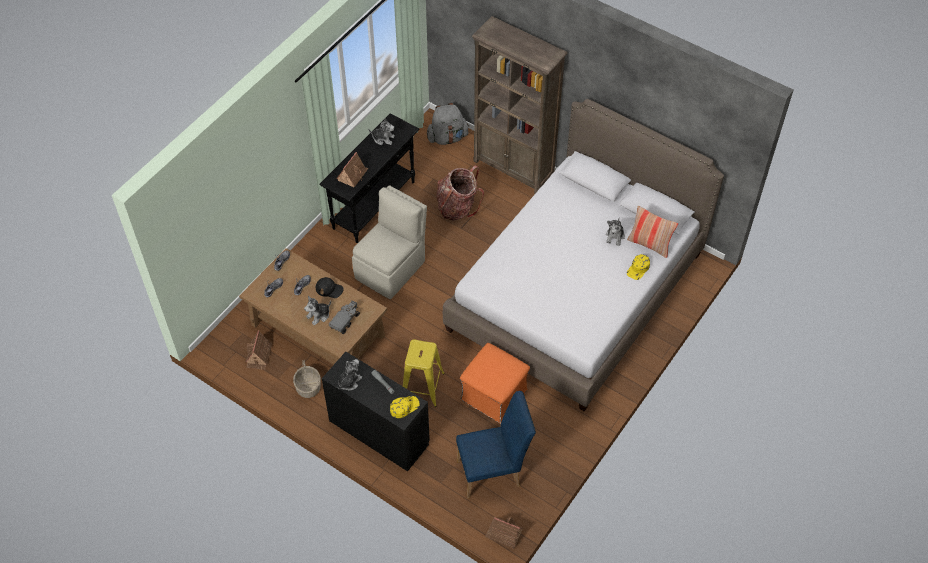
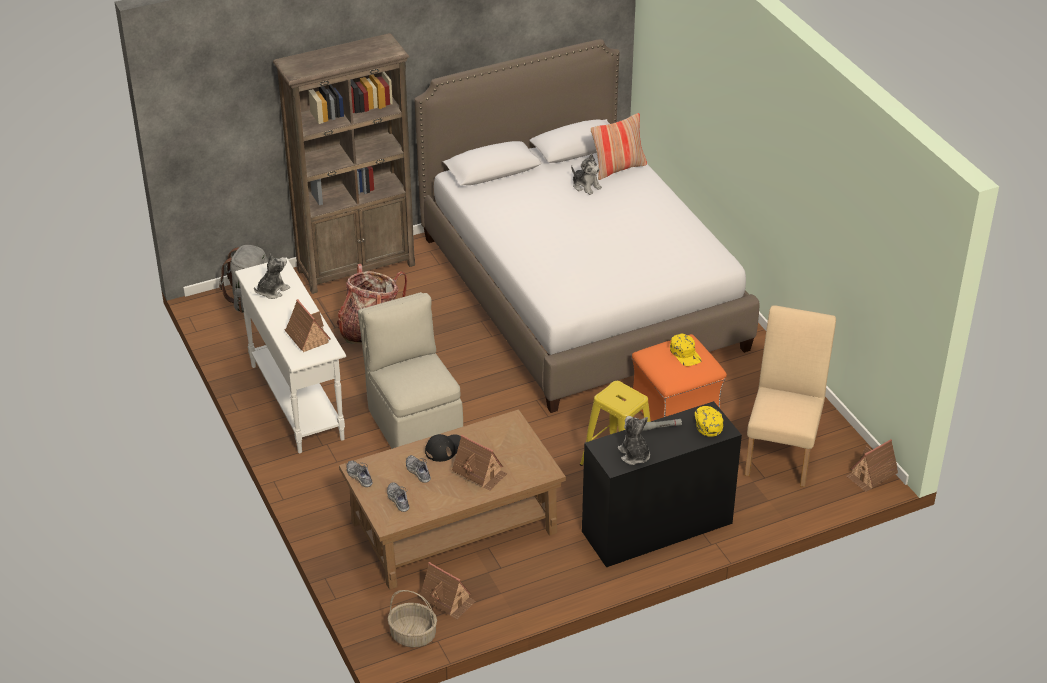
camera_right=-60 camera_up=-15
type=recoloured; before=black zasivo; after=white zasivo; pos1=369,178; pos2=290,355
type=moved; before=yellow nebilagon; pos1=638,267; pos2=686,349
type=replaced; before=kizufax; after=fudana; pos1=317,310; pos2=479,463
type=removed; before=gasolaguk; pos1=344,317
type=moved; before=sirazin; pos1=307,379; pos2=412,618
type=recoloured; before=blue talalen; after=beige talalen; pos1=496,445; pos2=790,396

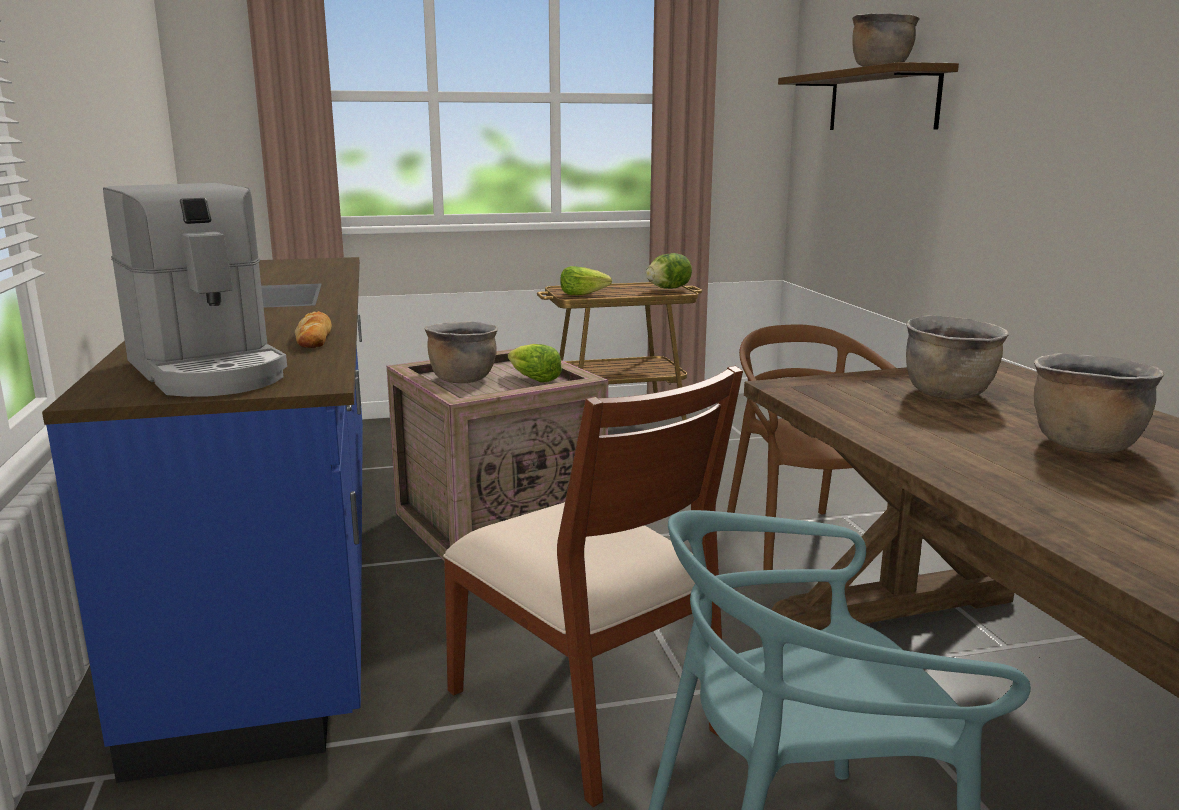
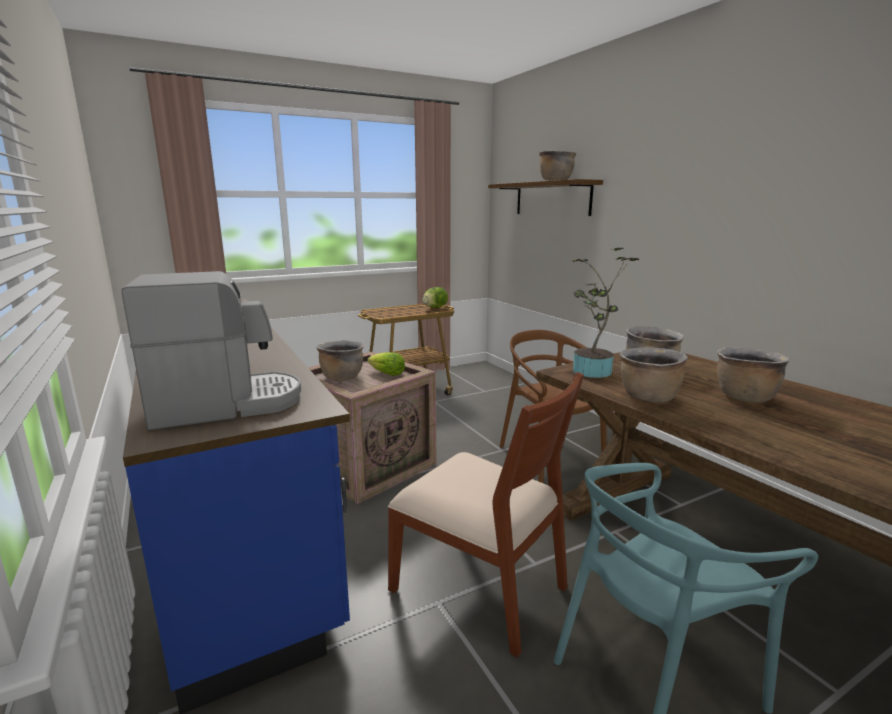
camera_right=-15 camera_up=0
type=turned; before=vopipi; pos1=195,290; pos2=211,350; turn=-60
type=removed; before=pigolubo; pos1=586,280
type=removed; before=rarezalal; pos1=313,329
type=added; after=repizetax; pos2=605,312
type=added; after=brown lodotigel; pos2=654,375

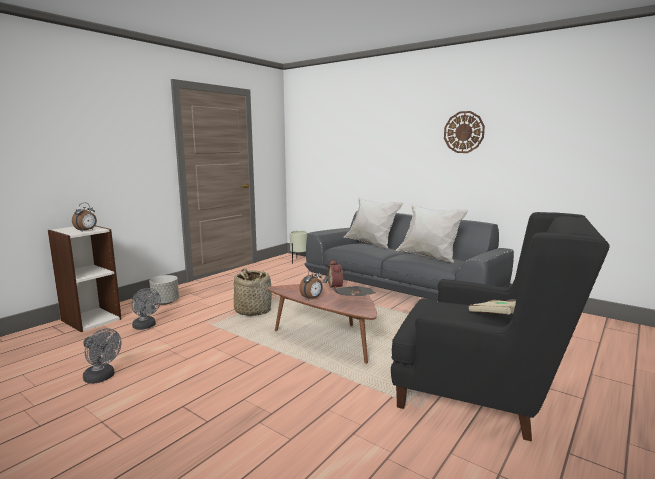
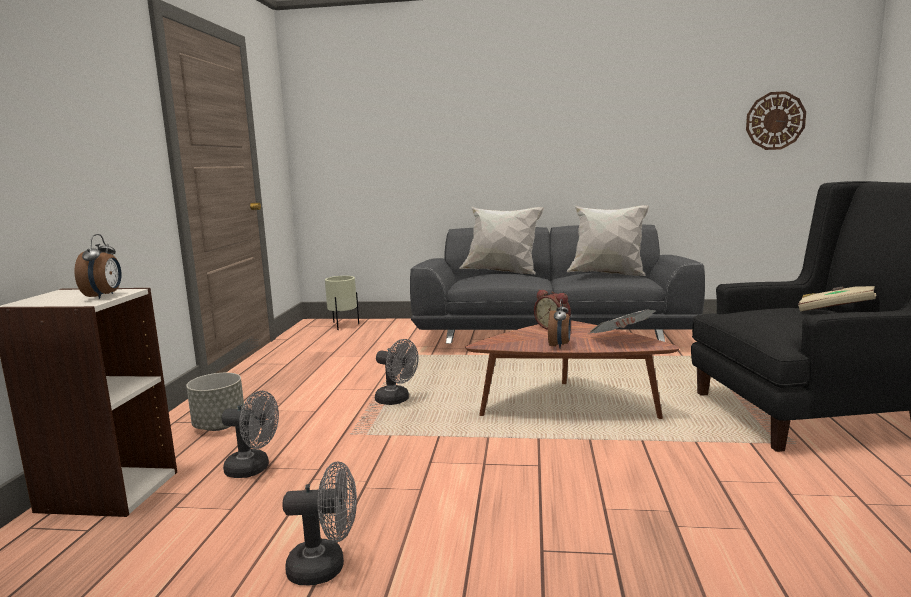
camera_right=-30 camera_up=0
type=moved; before=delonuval; pos1=464,132; pos2=776,120
type=replaced; before=sirazin; after=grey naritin; pos1=253,292; pos2=397,372

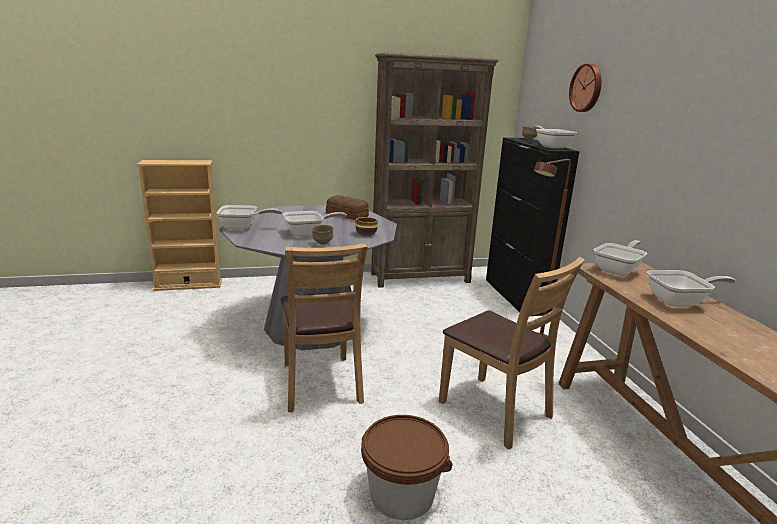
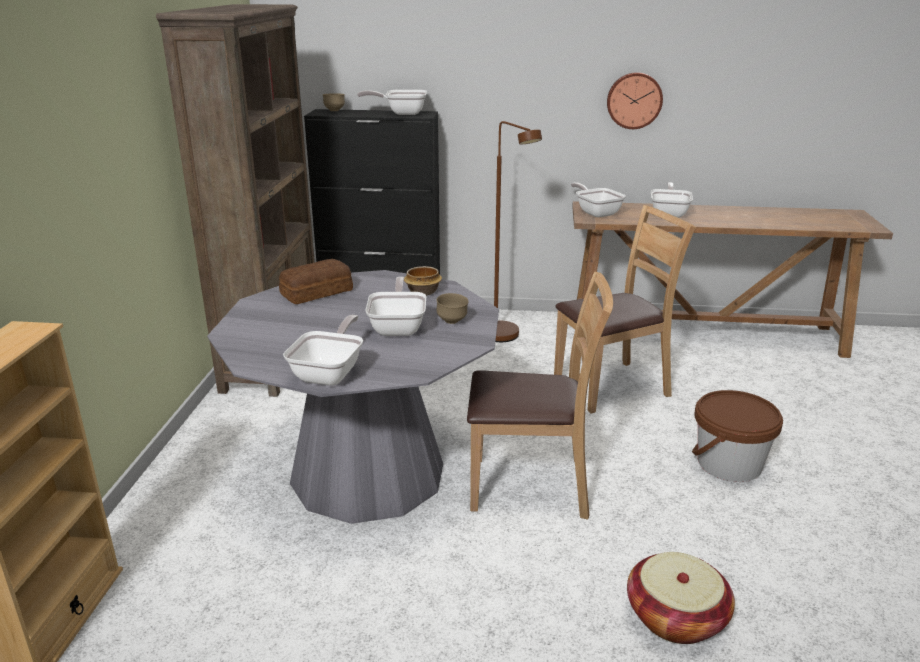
camera_right=-70 camera_up=5
type=moved; before=delonuval; pos1=585,88; pos2=635,100
type=added; after=sirazin; pos2=681,598

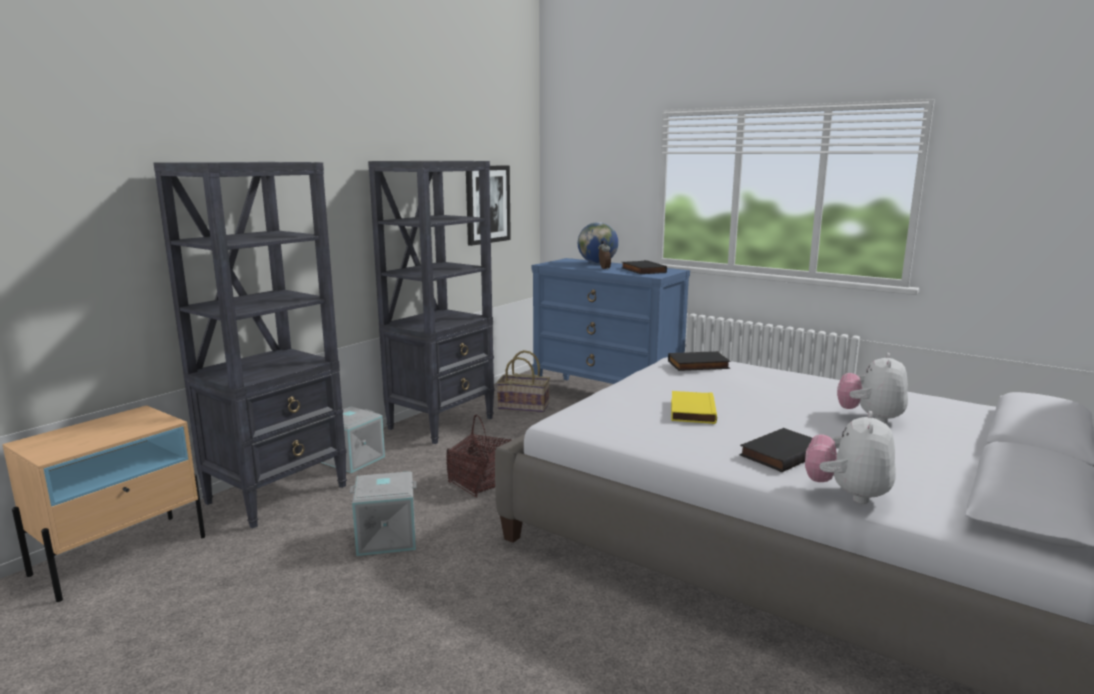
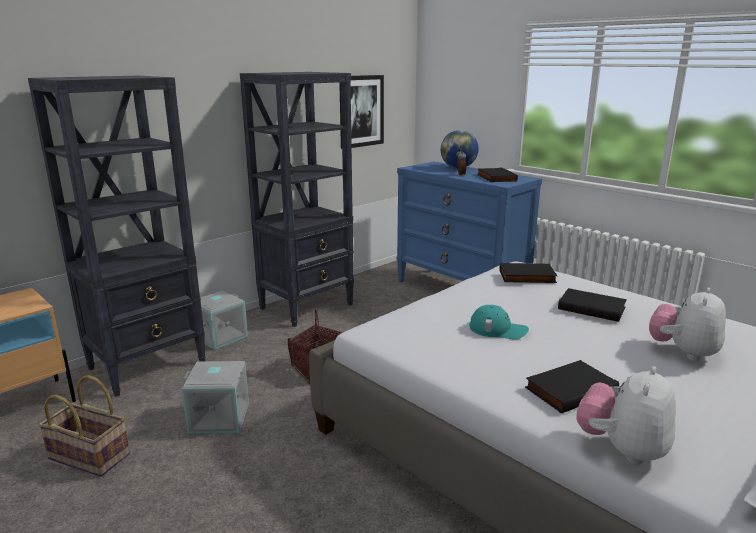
camera_right=10 camera_up=5
type=moved; before=sirazin; pos1=523,381; pos2=84,426
type=replaced; before=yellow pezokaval; after=turquoise nebilagon; pos1=694,407; pos2=499,322
type=added; after=black pezokaval; pos2=592,305

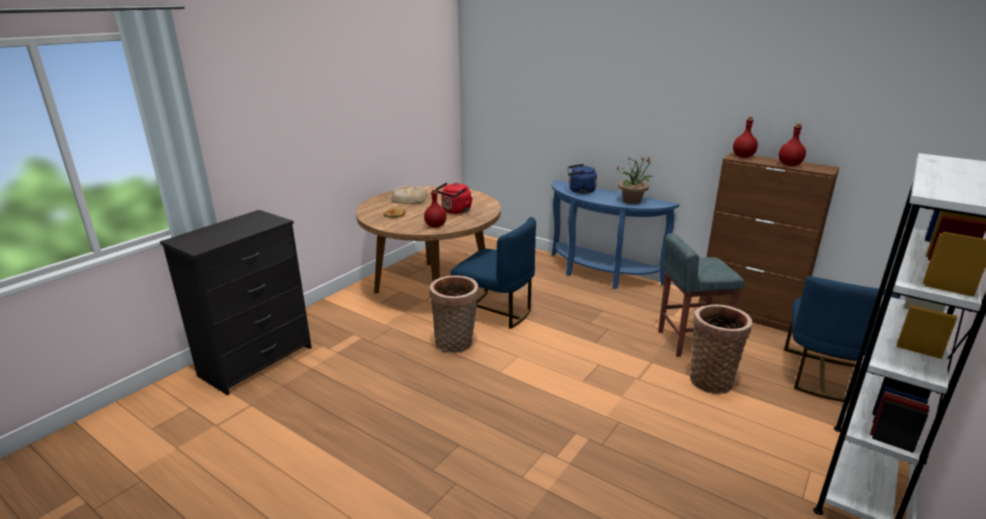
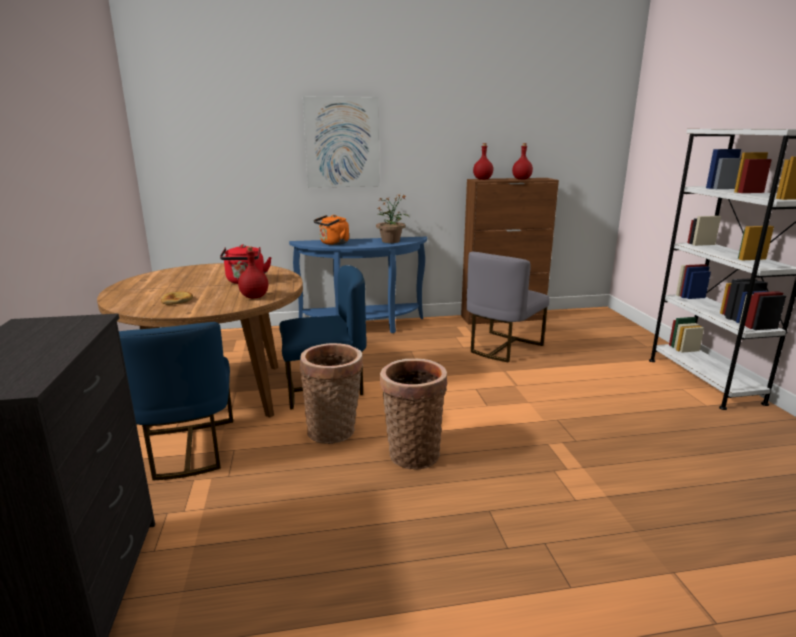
camera_right=-45 camera_up=-5
type=recoloured; before=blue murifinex; after=orange murifinex; pos1=582,179; pos2=331,230
type=removed; before=rarezalal; pos1=410,195
type=replaced; before=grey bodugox; after=grey talalen; pos1=701,295; pos2=508,307
type=moved; before=blue talalen; pos1=842,339; pos2=176,401
type=moved; before=sirazin; pos1=721,349; pos2=413,414
type=added; after=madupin; pos2=341,142

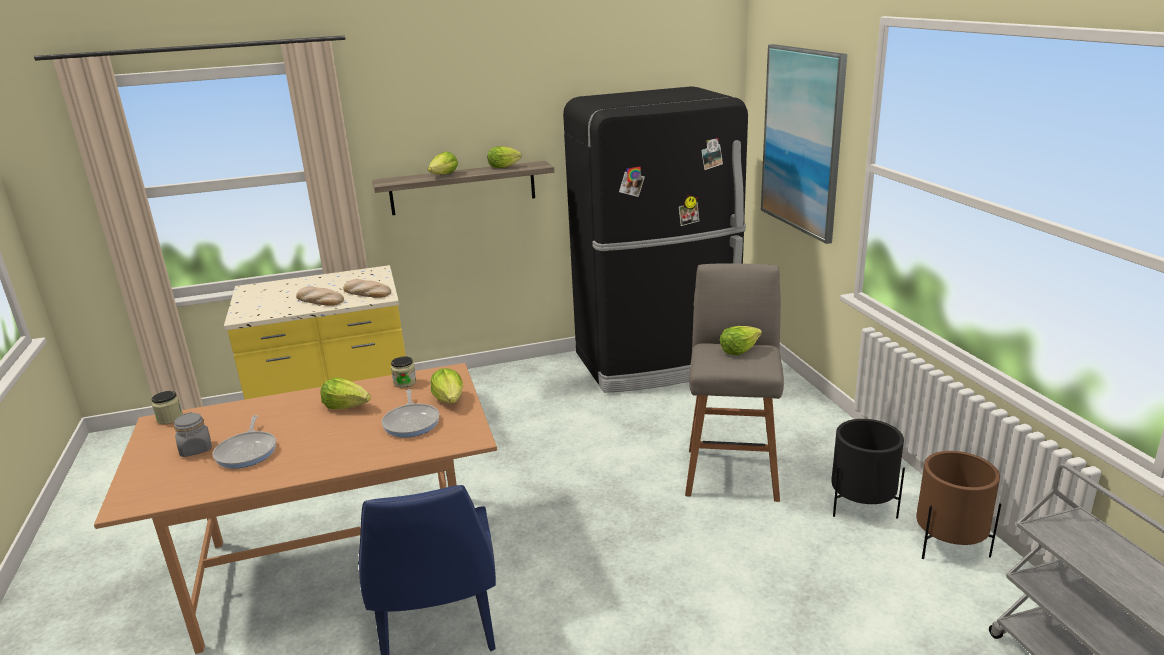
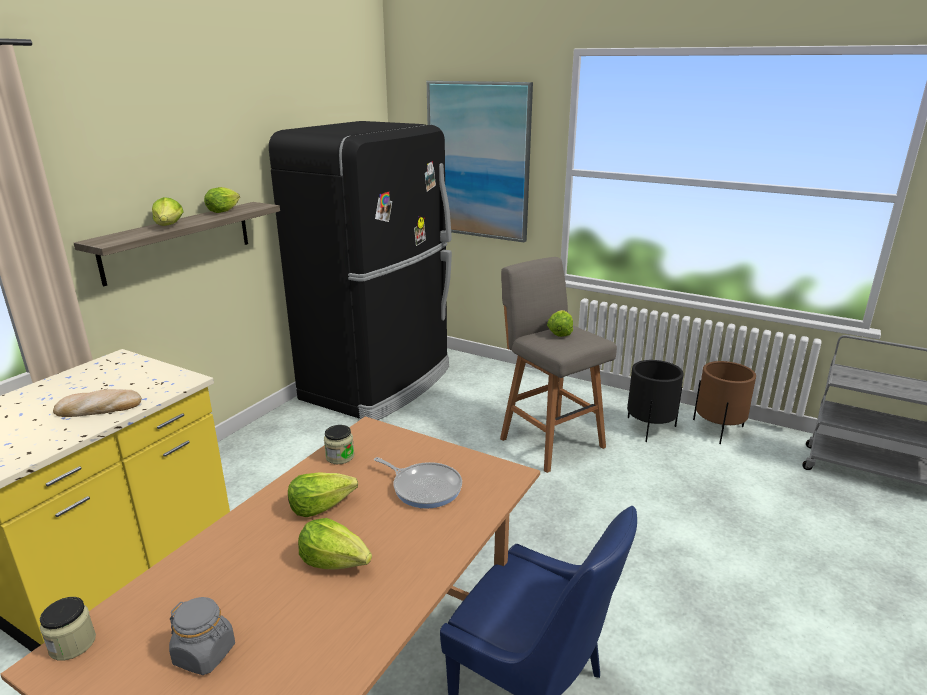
camera_right=-45 camera_up=0
type=removed; before=rarezalal; pos1=367,288
type=moved; before=pigolubo; pos1=446,386; pos2=335,543
type=removed; before=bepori; pos1=244,441

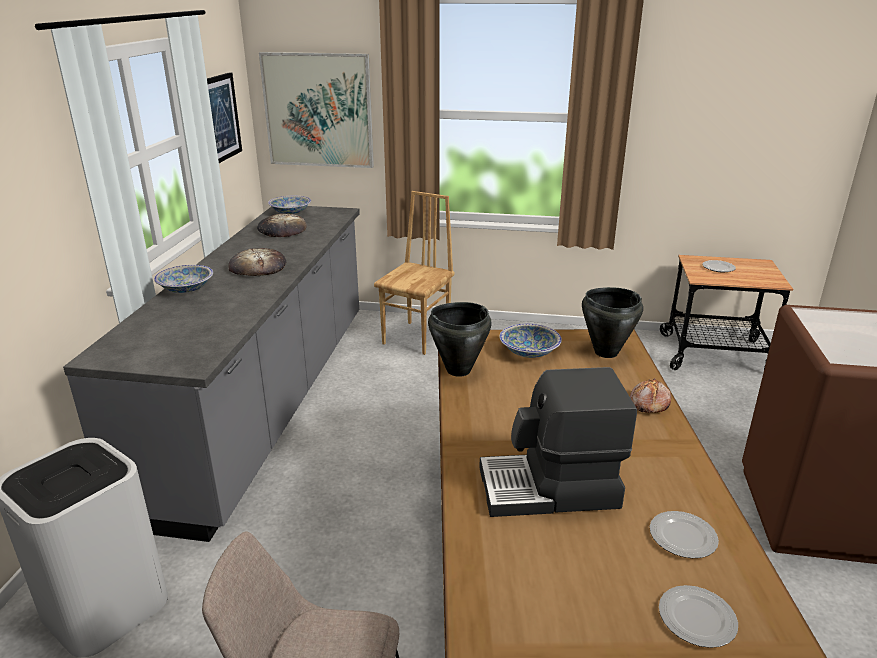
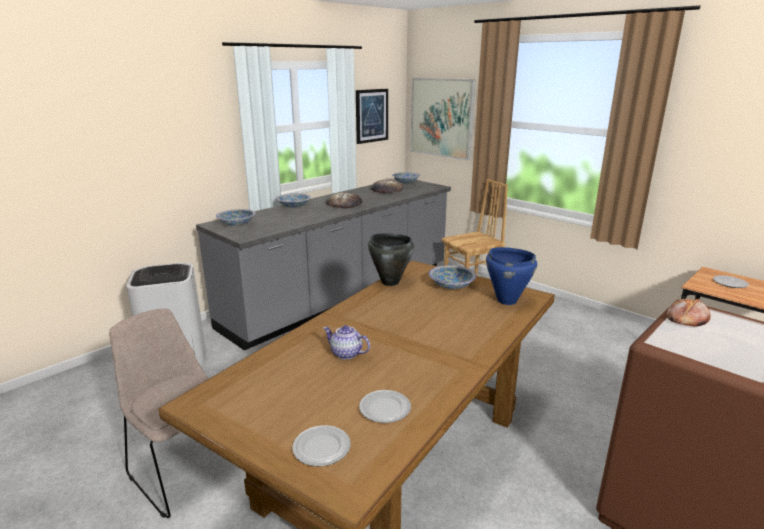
camera_right=35 camera_up=-5
type=recoloured; before=black lodotigel; after=blue lodotigel; pos1=612,322; pos2=511,276
type=replaced; before=vopipi; after=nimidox; pos1=558,442; pos2=346,342
type=moved; before=rarezalal; pos1=650,395; pos2=688,312
type=added; after=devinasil; pos2=236,217

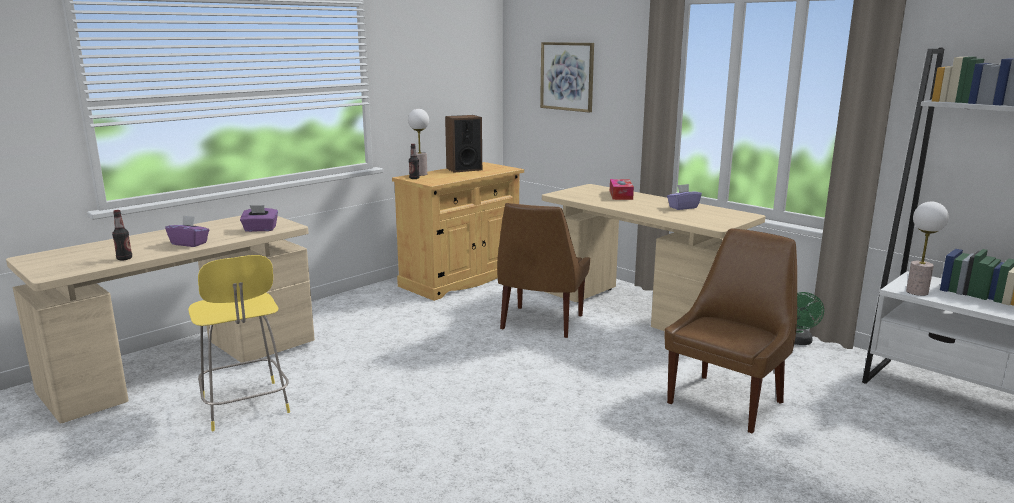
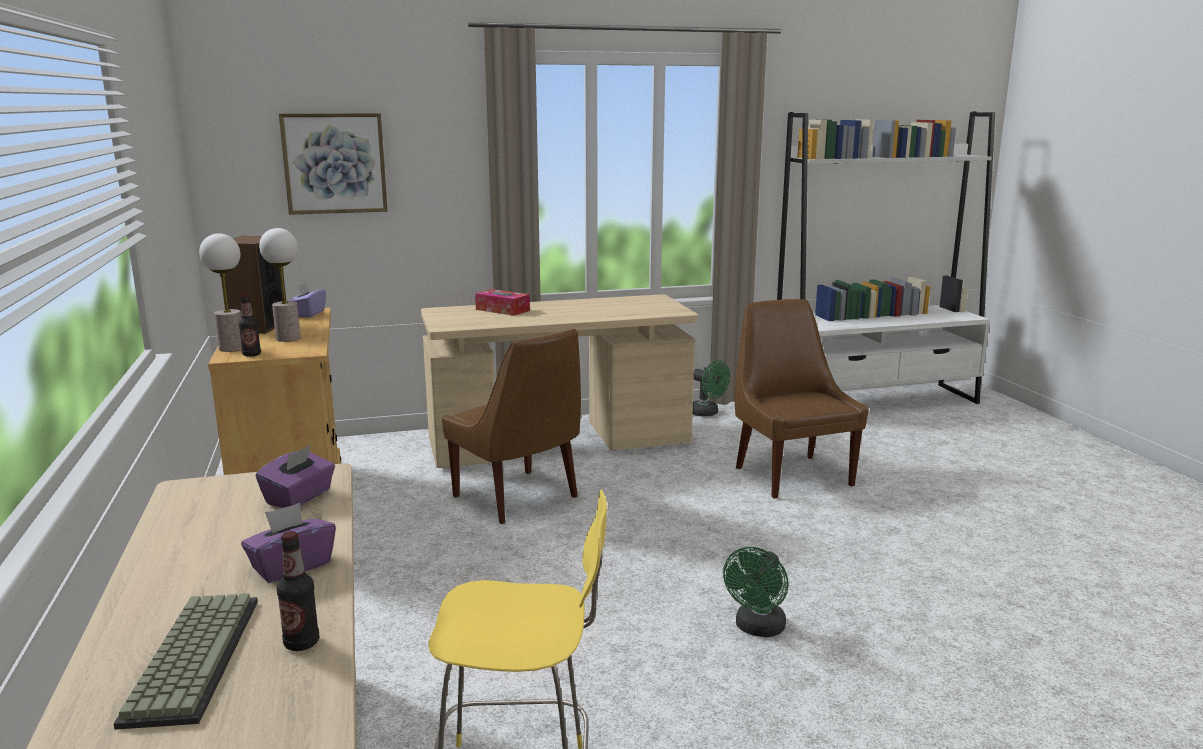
camera_right=-60 camera_up=0
type=moved; before=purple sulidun; pos1=684,197; pos2=307,300
type=moved; before=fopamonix; pos1=927,249; pos2=280,285
type=added; after=green naritin; pos2=756,592
type=added; after=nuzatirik; pos2=186,662

